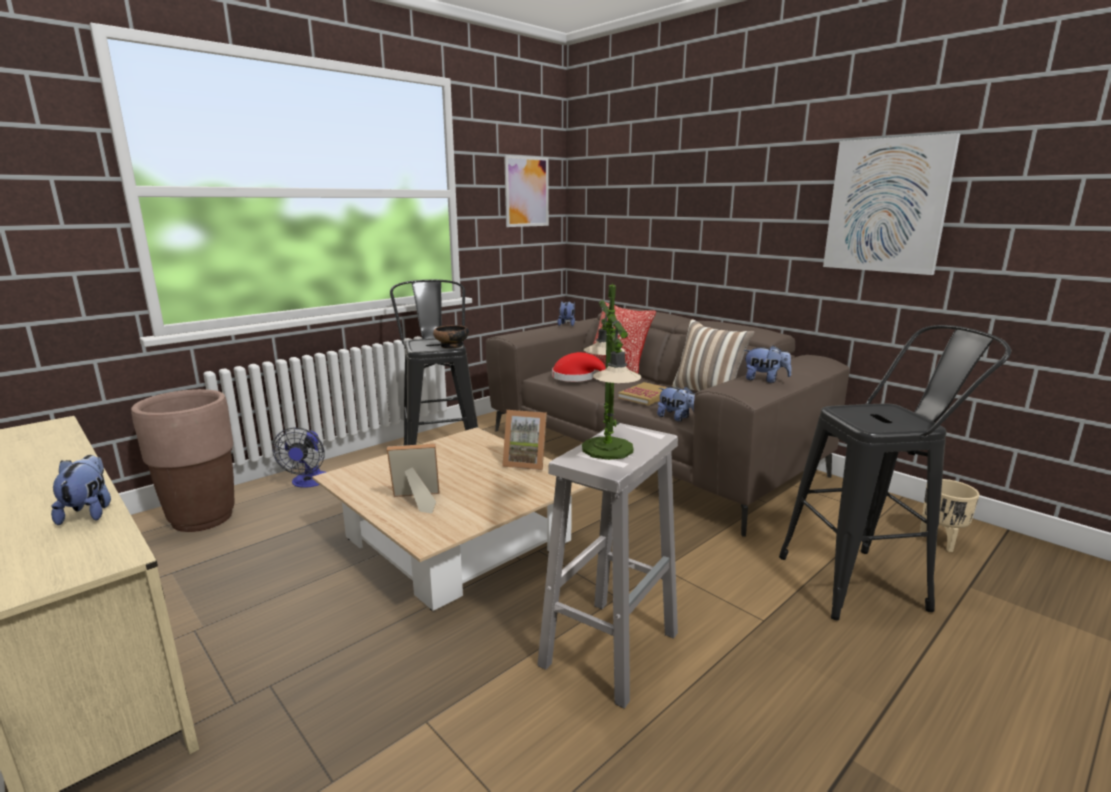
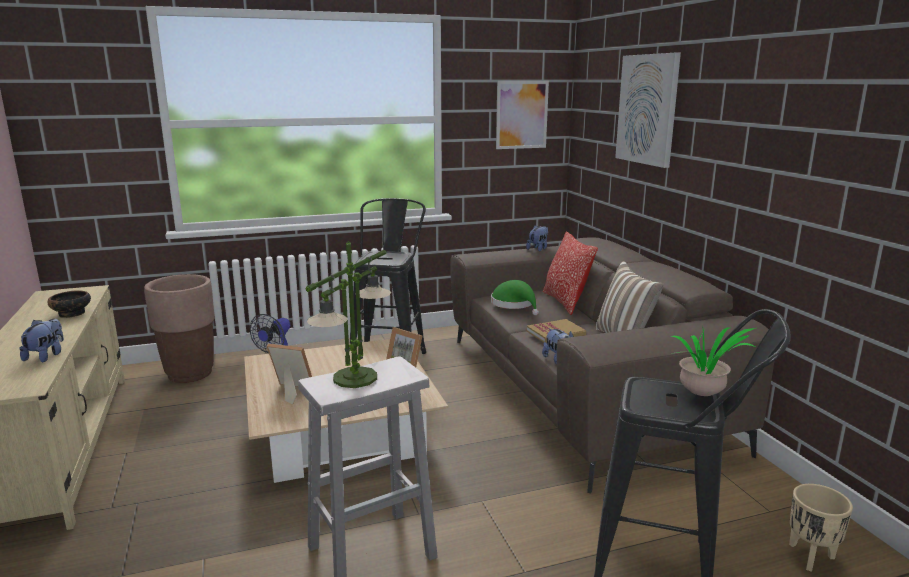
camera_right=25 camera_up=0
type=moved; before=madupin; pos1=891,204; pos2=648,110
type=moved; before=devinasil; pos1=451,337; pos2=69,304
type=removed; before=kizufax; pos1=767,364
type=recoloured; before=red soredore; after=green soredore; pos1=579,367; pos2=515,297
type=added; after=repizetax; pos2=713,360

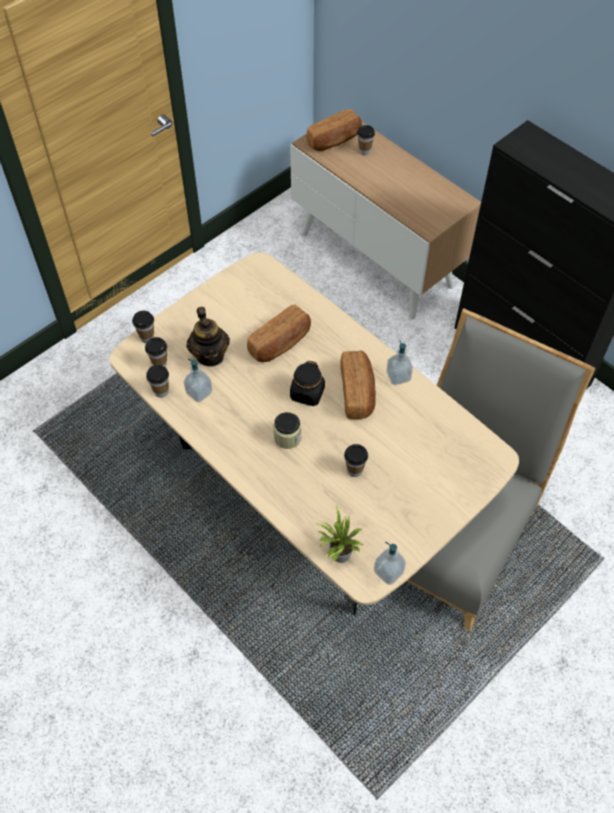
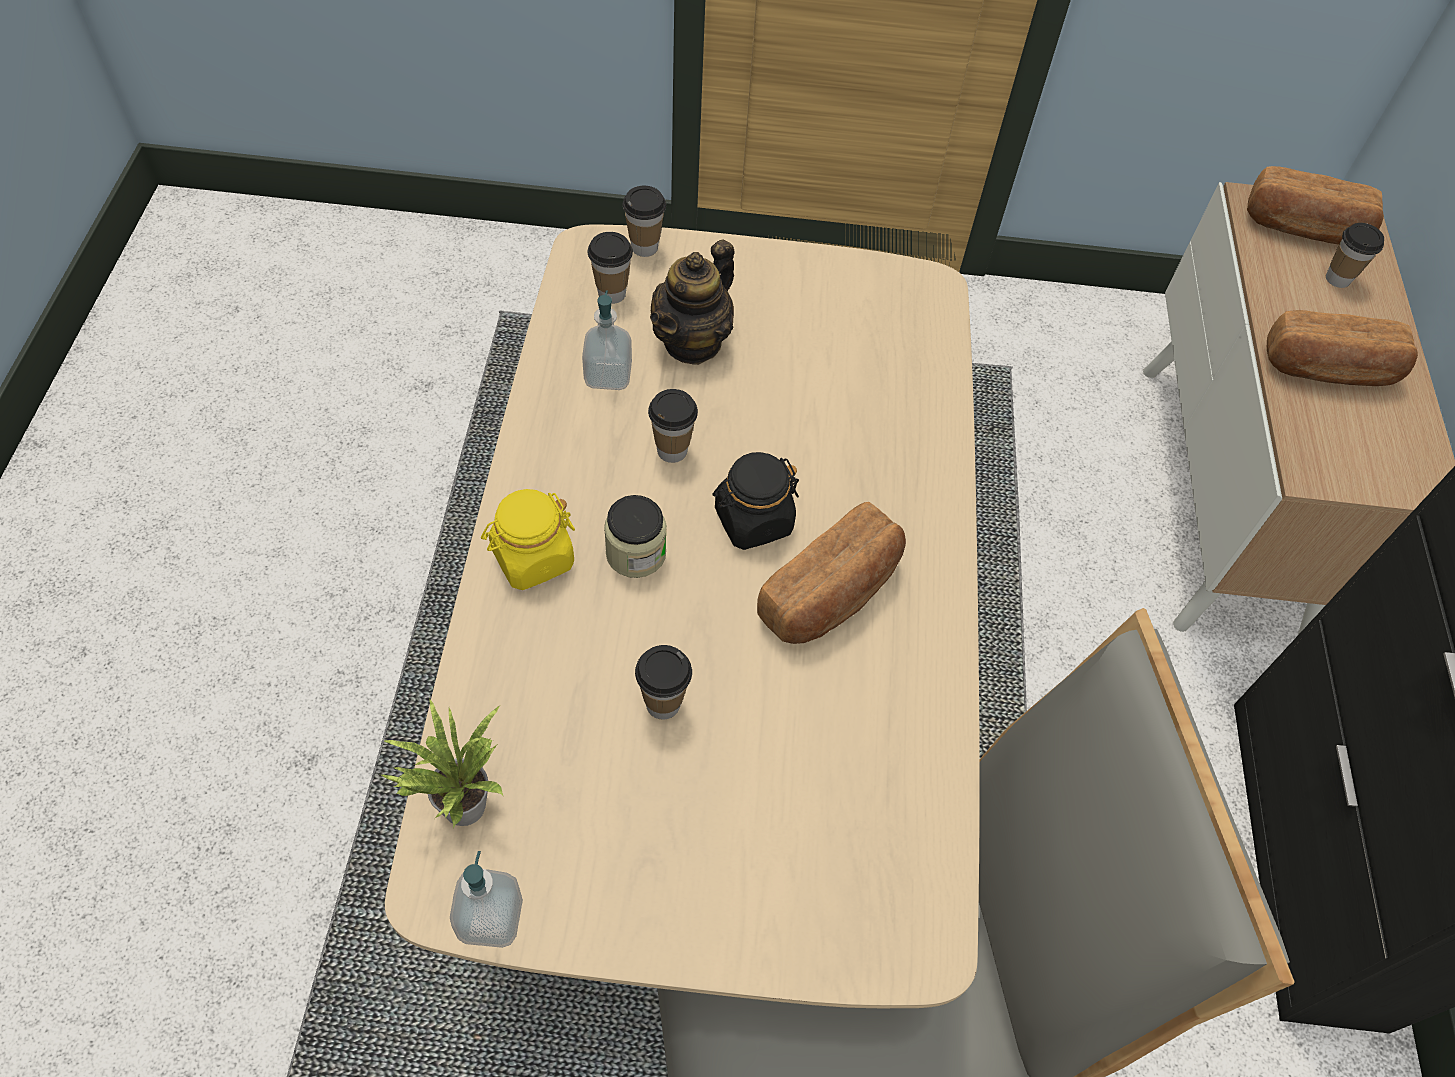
camera_right=45 camera_up=0
type=moved; before=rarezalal; pos1=279,333; pos2=1342,348
type=removed; before=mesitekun; pos1=399,363
type=moved; before=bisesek; pos1=157,381; pos2=673,426
type=added; after=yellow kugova; pos2=528,539

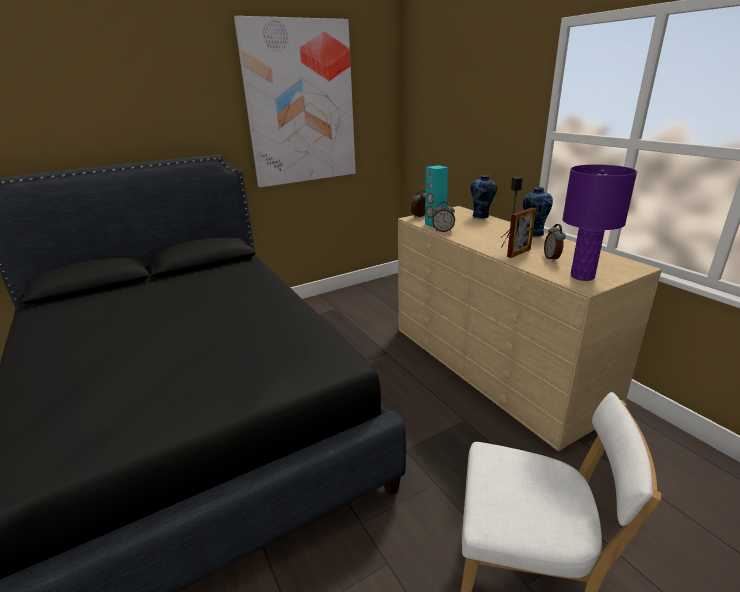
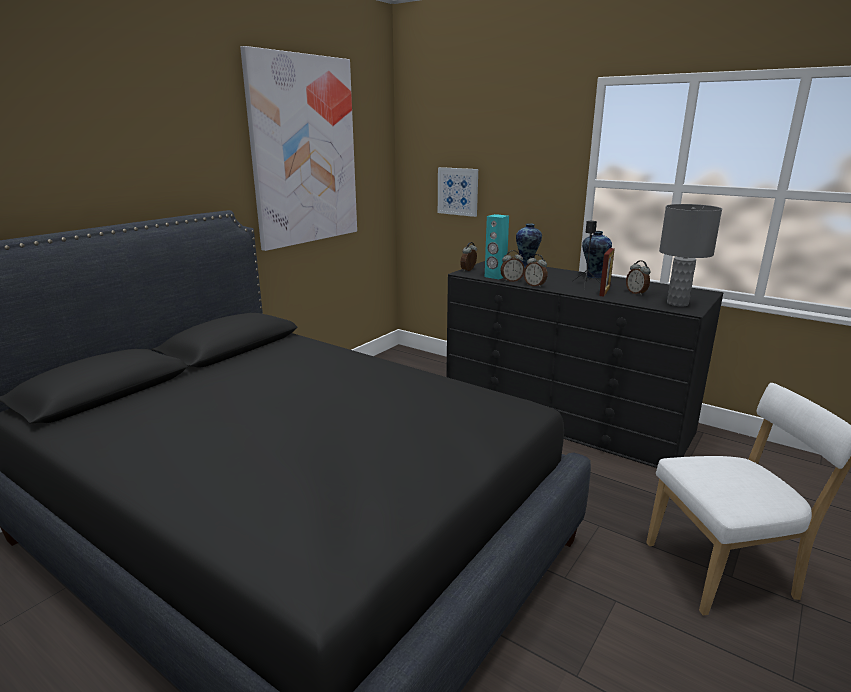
camera_right=-25 camera_up=-5
type=recoloured; before=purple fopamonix; after=grey fopamonix; pos1=599,222; pos2=690,255
type=recoloured; before=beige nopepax; after=black nopepax; pos1=530,328; pos2=584,364
type=added; after=madupin; pos2=458,192
type=added; after=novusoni; pos2=535,270

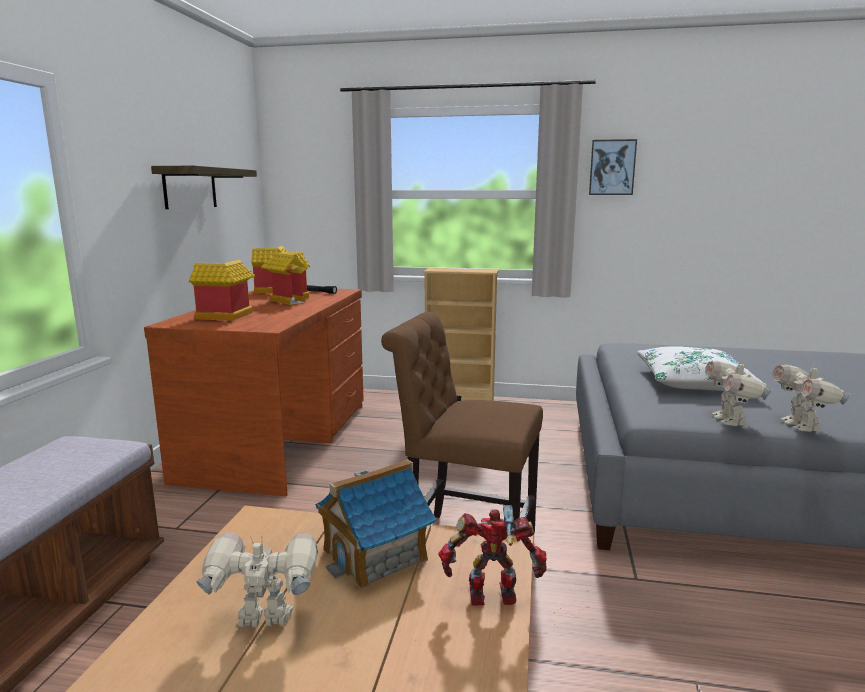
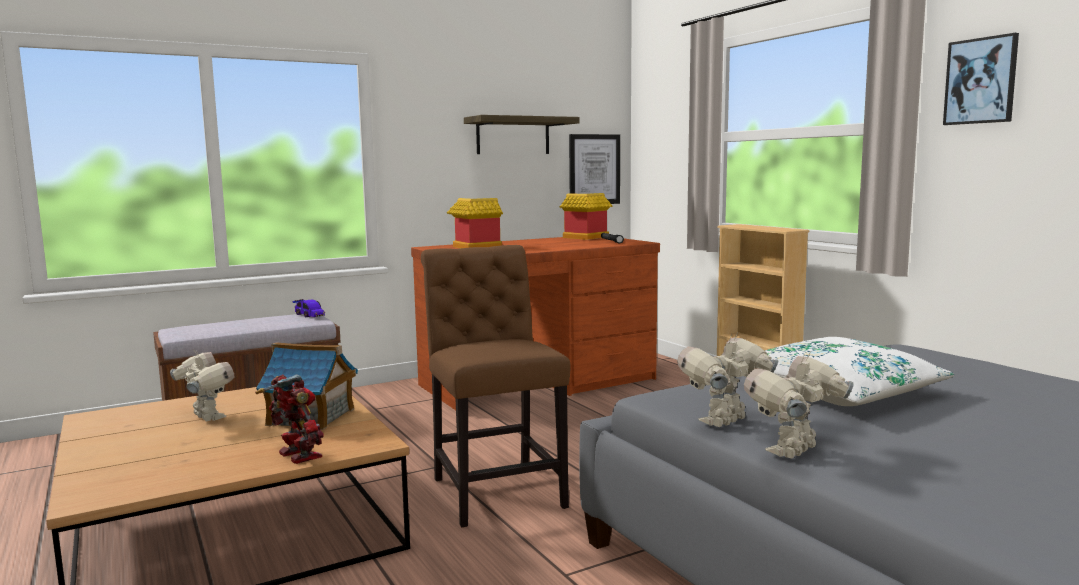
camera_right=50 camera_up=-5
type=removed; before=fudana; pos1=285,278
type=added; after=madupin; pos2=594,169
type=added; after=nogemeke; pos2=308,308

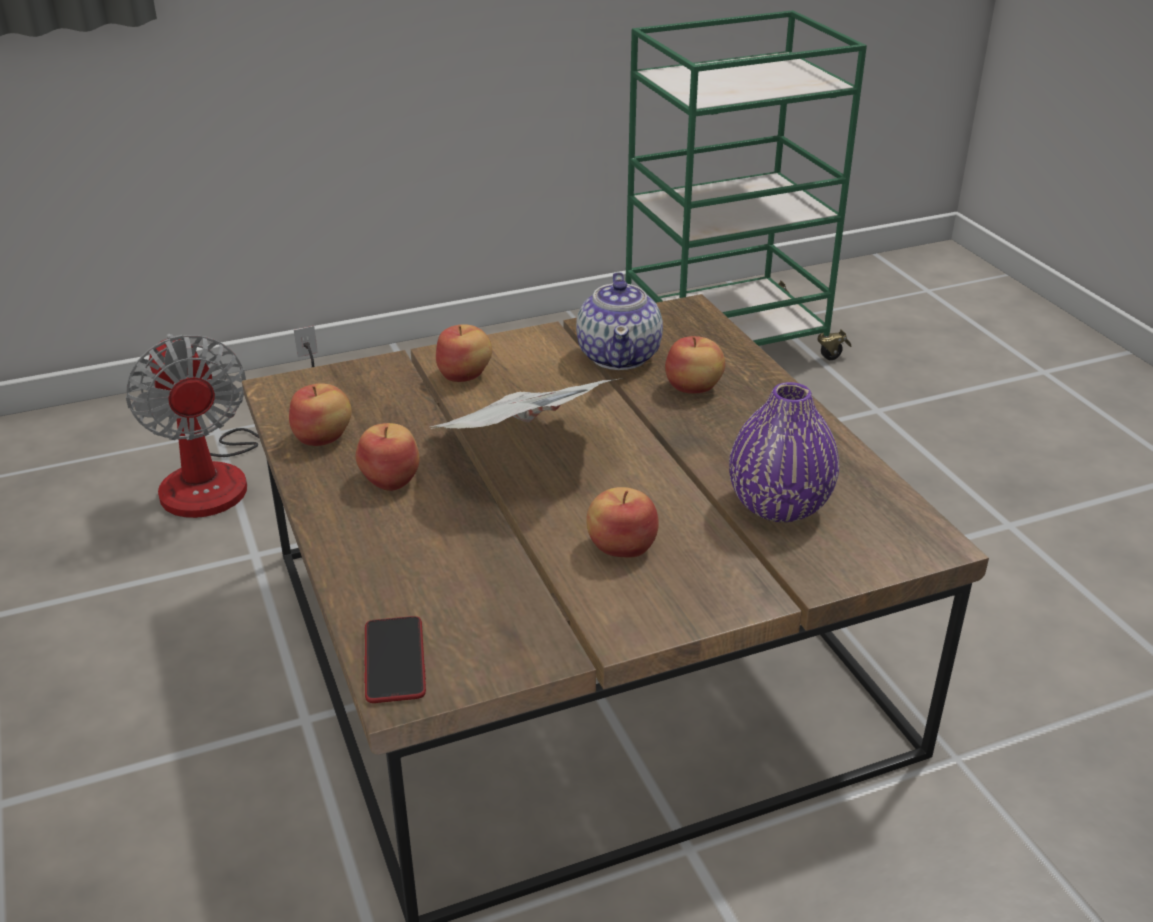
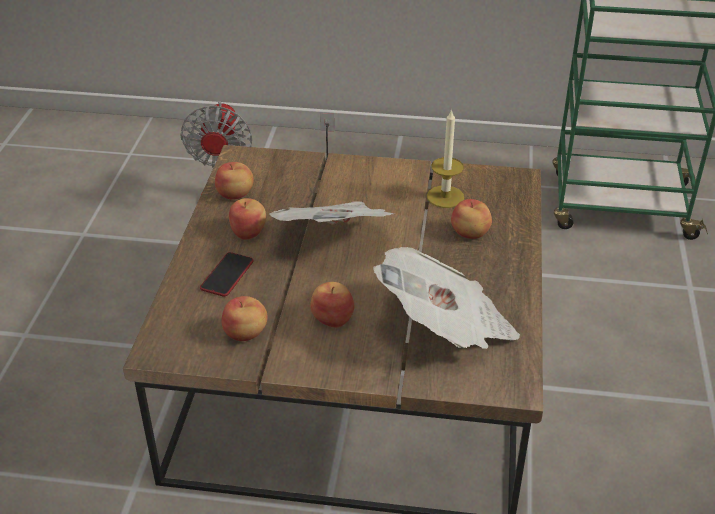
camera_right=30 camera_up=5
type=replaced; before=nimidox; after=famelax; pos1=619,321; pos2=445,158
type=moved; before=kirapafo; pos1=464,353; pos2=244,318
type=replaced; before=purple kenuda; after=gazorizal; pos1=784,452; pos2=446,298
type=moved; before=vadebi; pos1=395,659; pos2=227,274

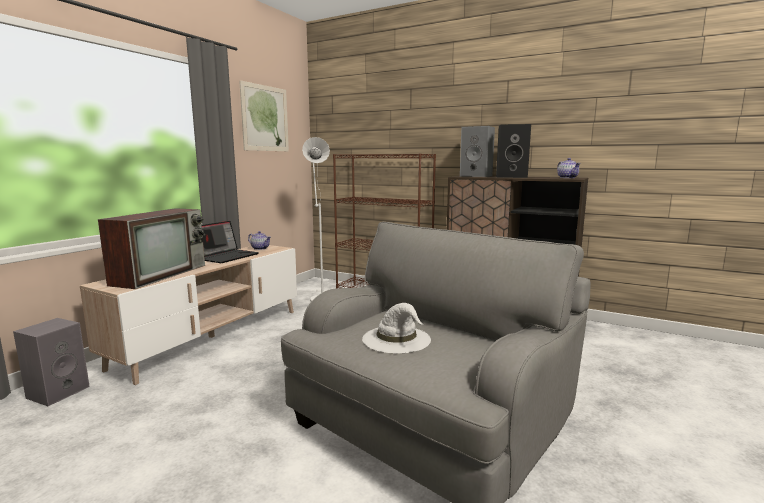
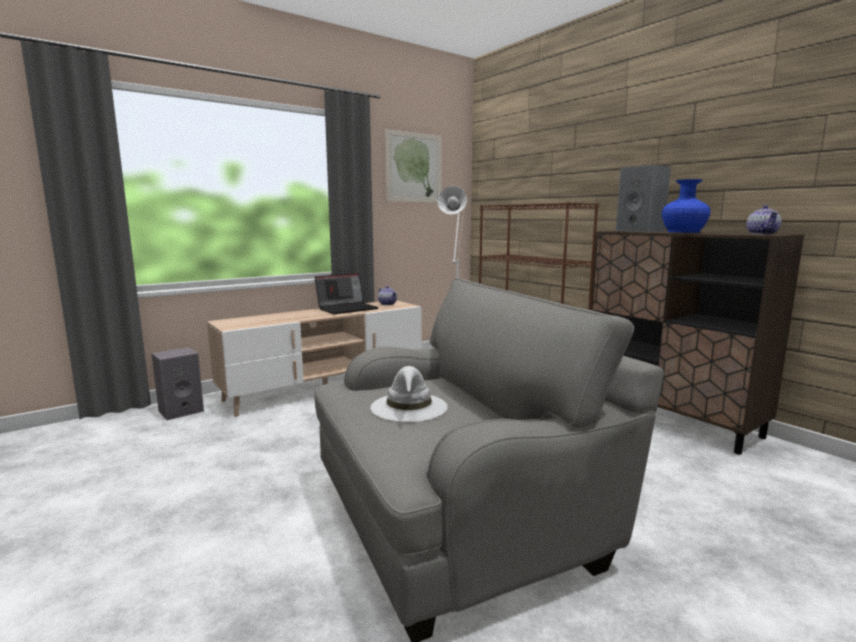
camera_right=25 camera_up=0
type=replaced; before=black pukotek; after=blue kenuda; pos1=513,151; pos2=686,206
type=removed; before=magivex; pos1=151,248

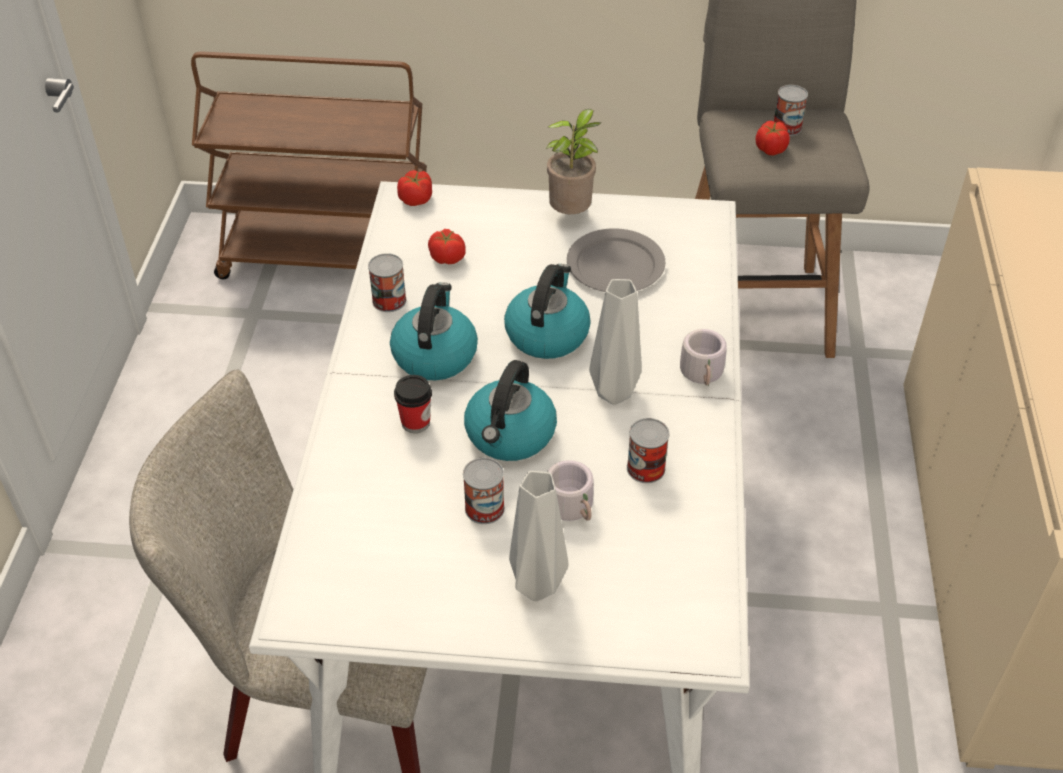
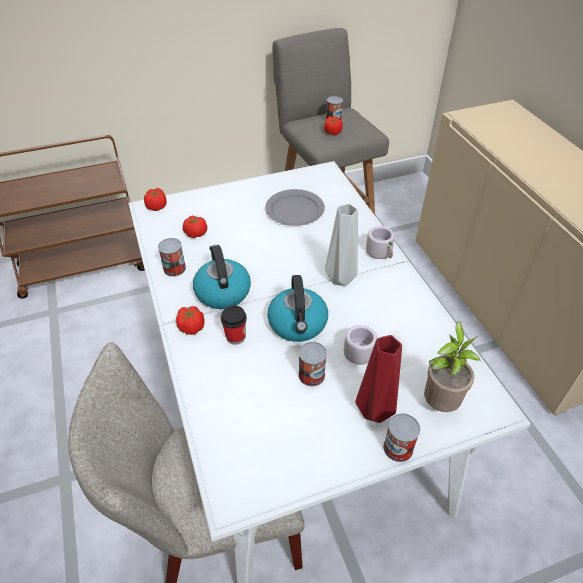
camera_right=-25 camera_up=0
type=moved; before=repizetax; pos1=574,161; pos2=452,367
type=removed; before=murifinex; pos1=547,311
type=moved; before=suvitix; pos1=648,450; pos2=401,437
type=recoloured; before=grey kenuda; after=red kenuda; pos1=539,536; pos2=378,379
type=added; after=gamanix; pos2=190,320

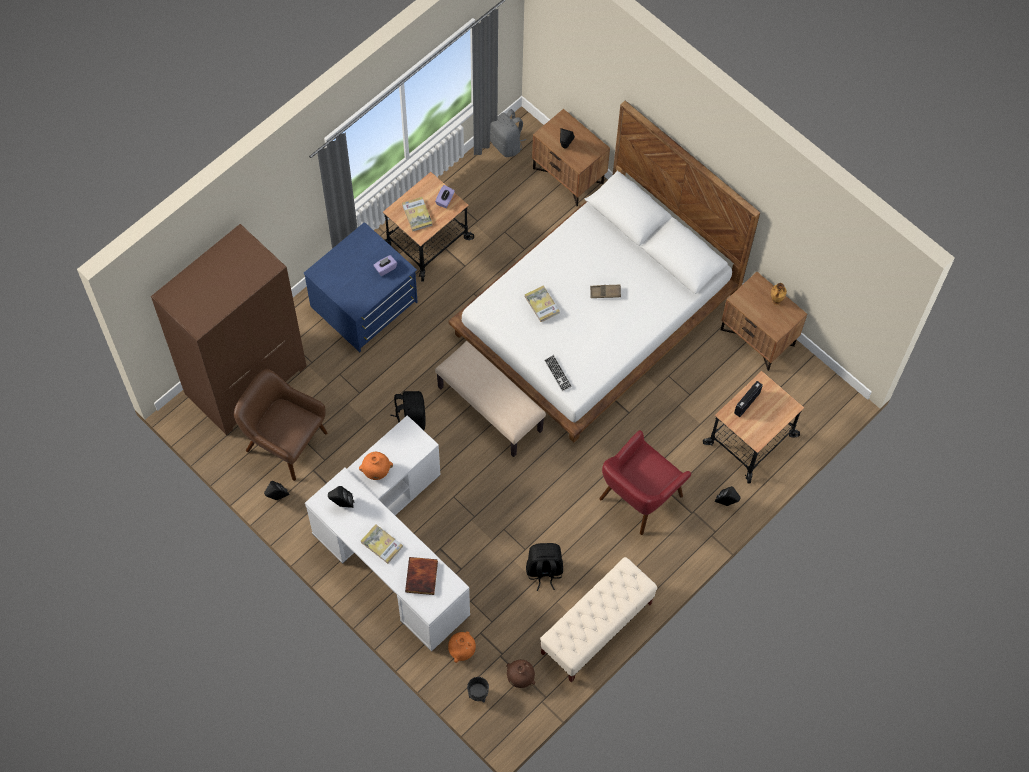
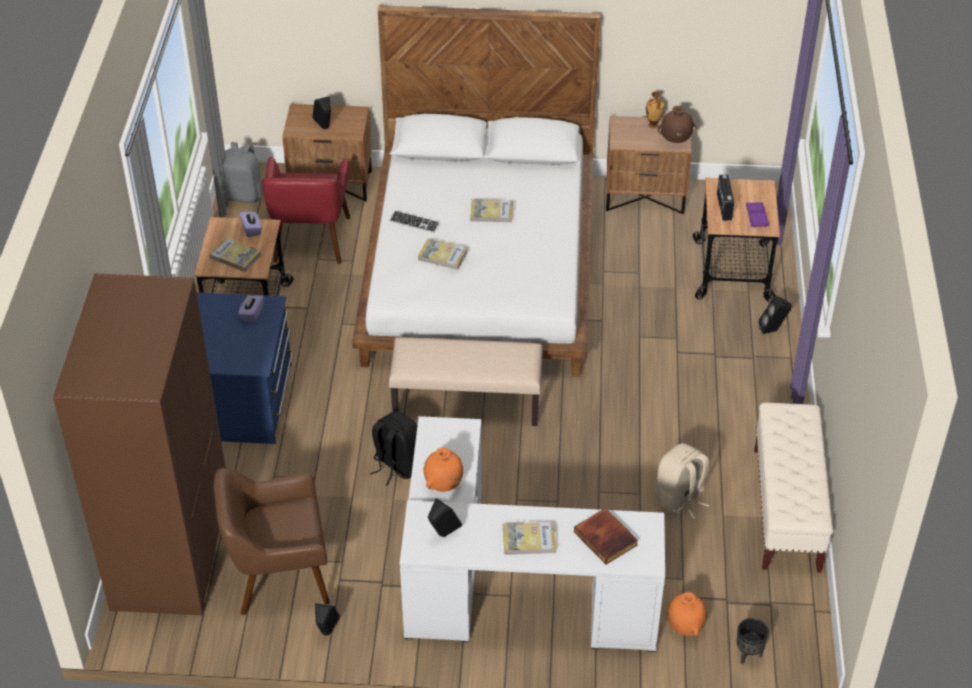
camera_right=-40 camera_up=-20
type=replaced; before=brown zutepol; after=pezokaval; pos1=605,291; pos2=491,210
type=moved; before=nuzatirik; pos1=558,373; pos2=415,221
type=moved; before=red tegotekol; pos1=645,482; pos2=306,210
type=recoloured; before=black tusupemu; after=beige tusupemu; pos1=544,567; pos2=682,481
type=moved; before=brown kenuda; pos1=520,674; pos2=677,124
type=added; after=purple zutepol; pos2=757,214

